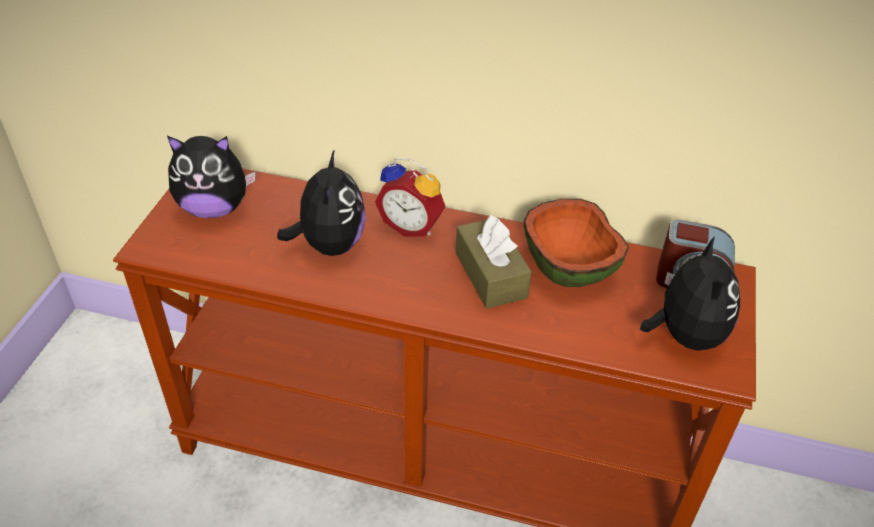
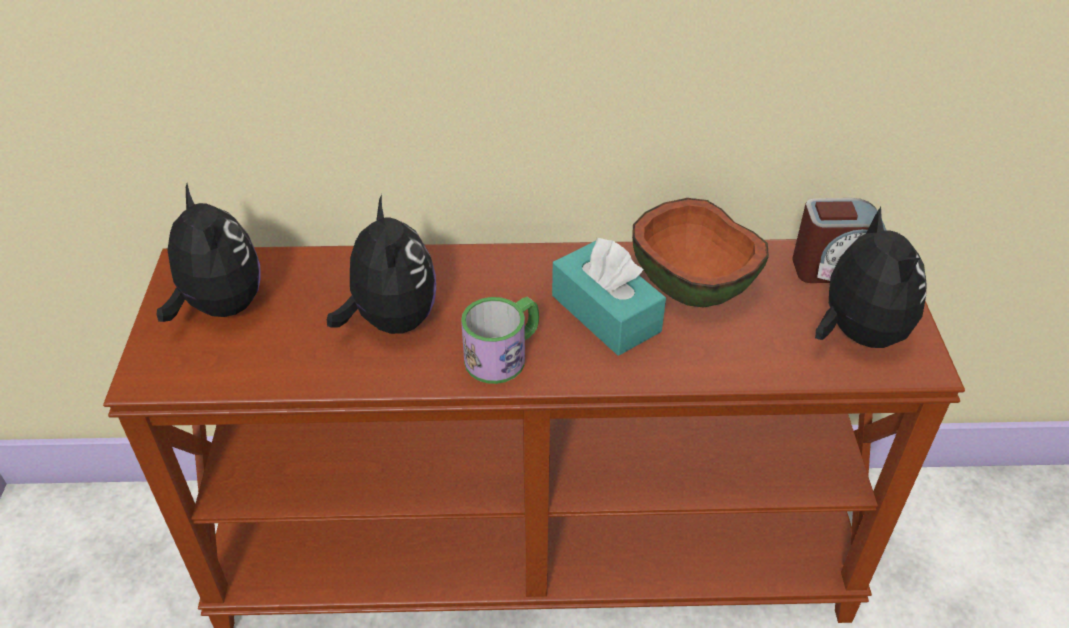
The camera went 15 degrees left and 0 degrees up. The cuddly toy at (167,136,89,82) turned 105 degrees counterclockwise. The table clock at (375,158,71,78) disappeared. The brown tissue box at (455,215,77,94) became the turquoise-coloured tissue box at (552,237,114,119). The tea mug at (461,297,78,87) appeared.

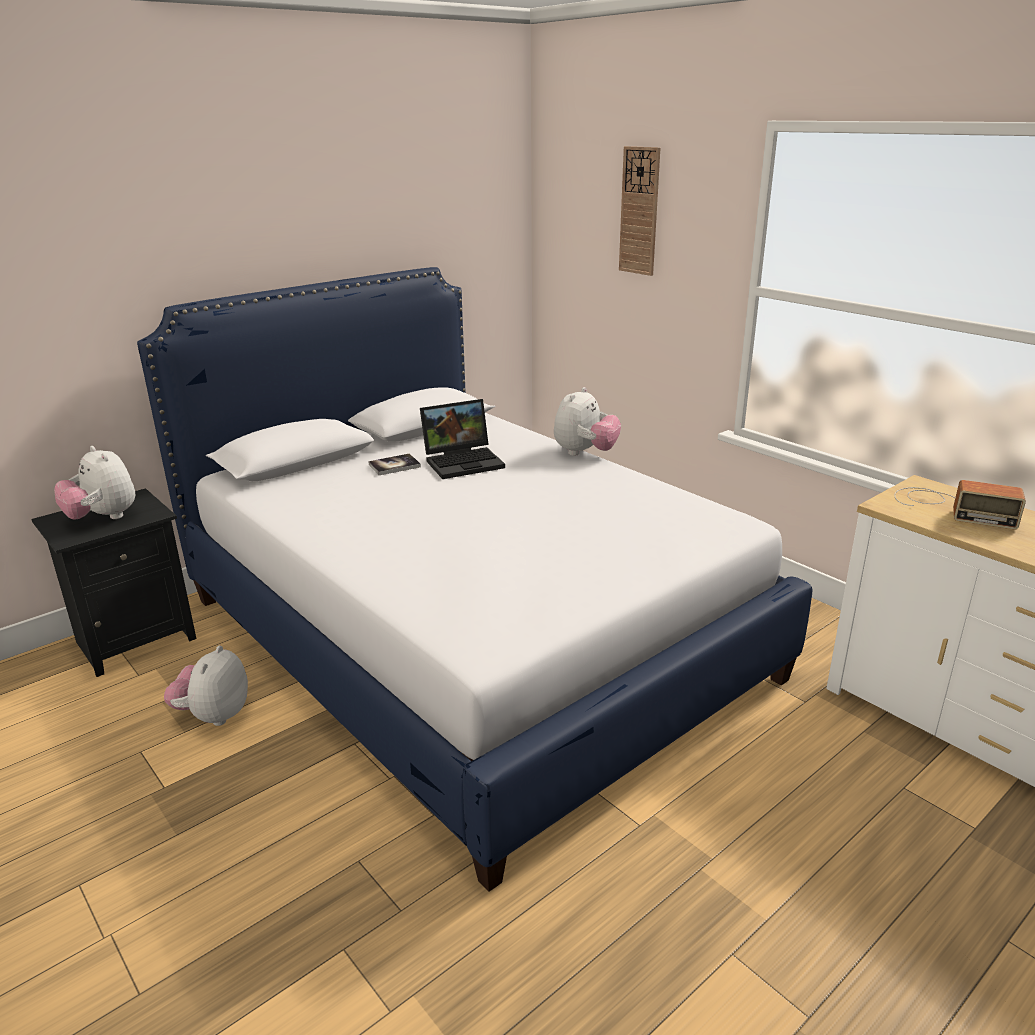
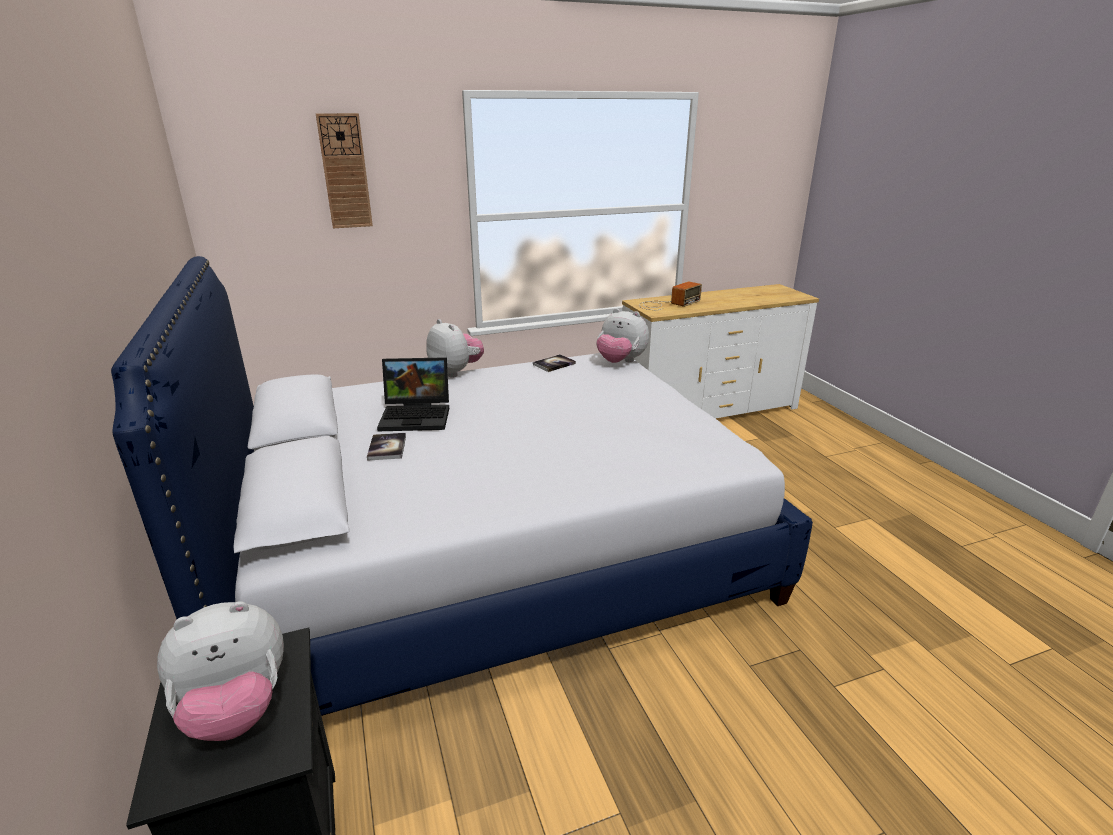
The camera went 70 degrees left and 0 degrees up. The portable computer at (420,399,85,80) turned 90 degrees clockwise. The cuddly toy moved from (164,646,84,80) to (596,308,53,55). The book at (533,354,43,18) appeared.

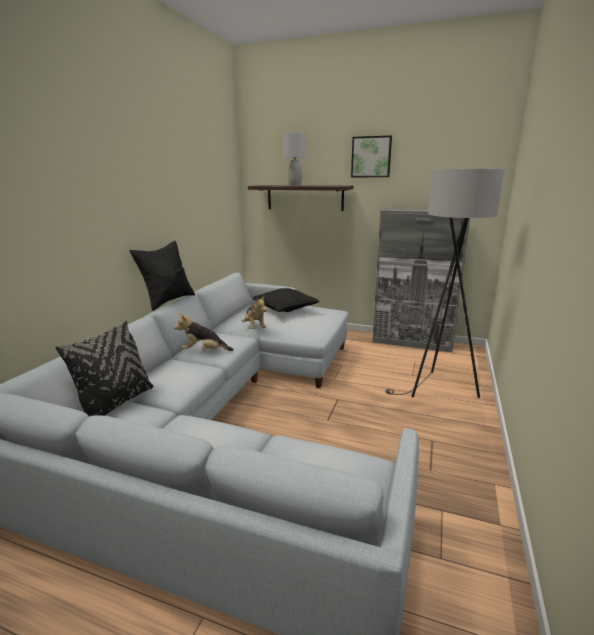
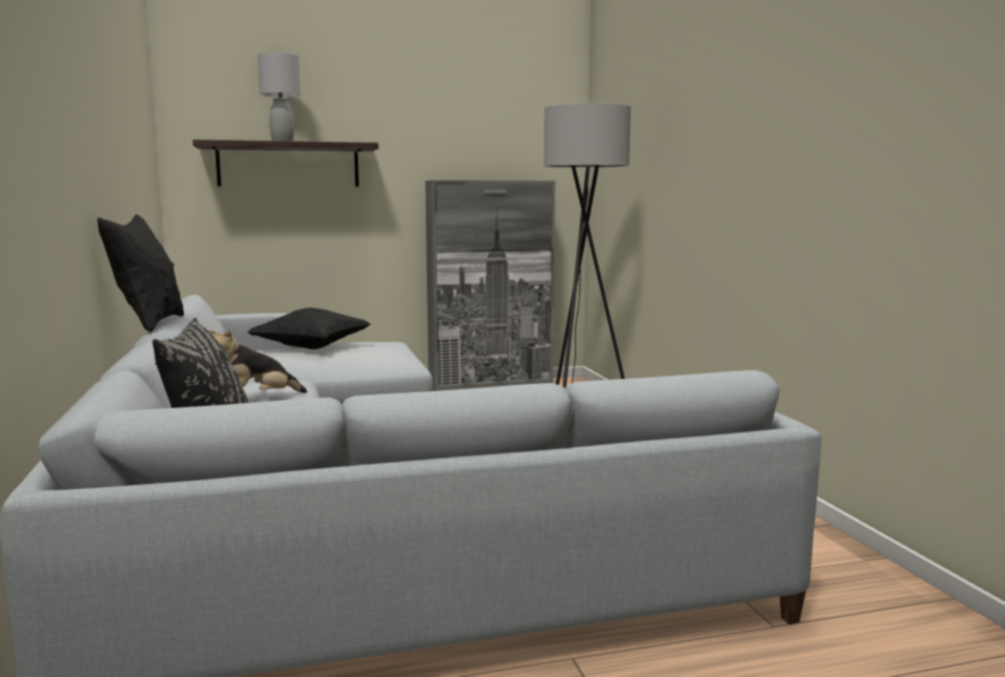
The camera went 35 degrees left and 10 degrees down. The wall art at (351,135,41,42) disappeared. The cuddly toy at (241,296,26,33) disappeared.

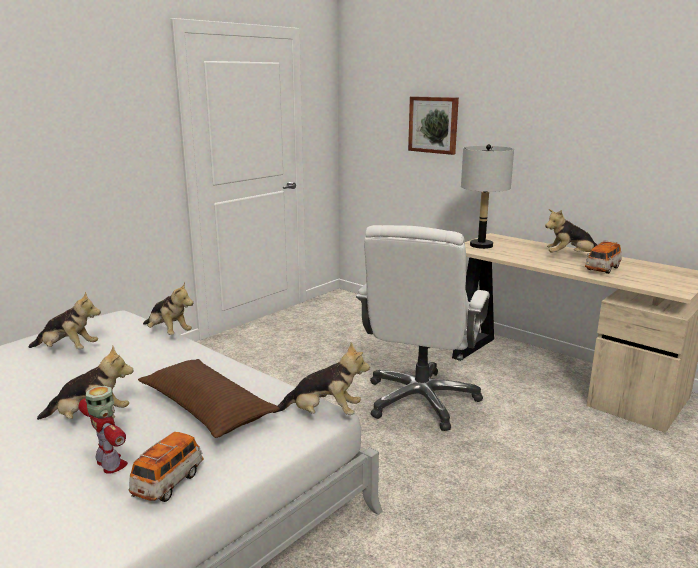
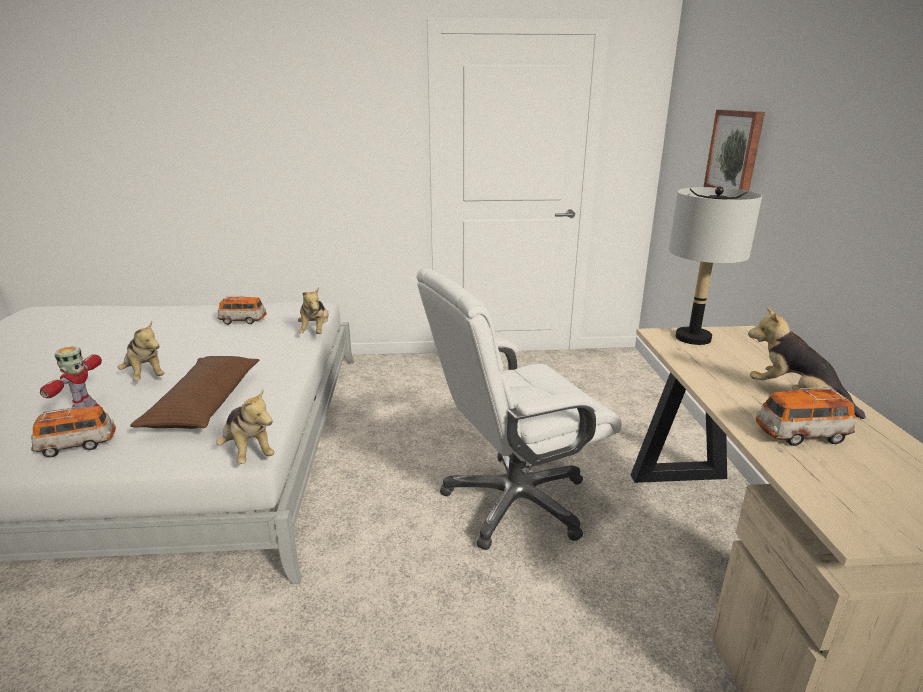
The camera went 45 degrees right and 5 degrees up. The cuddly toy at (28,291,73,58) was replaced by the miniature car at (217,296,50,29).

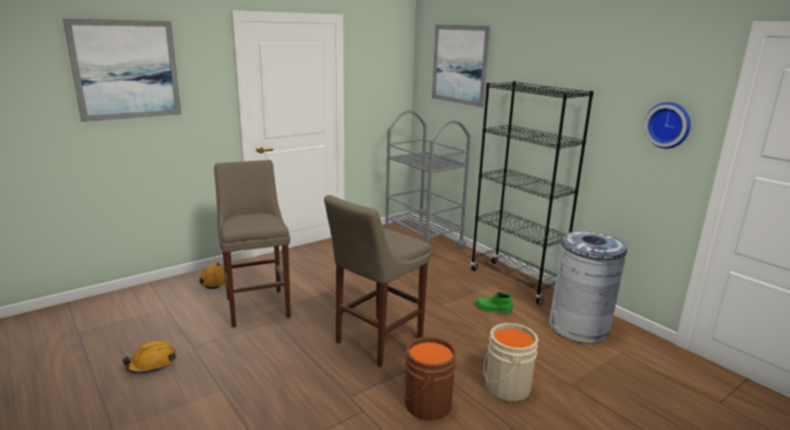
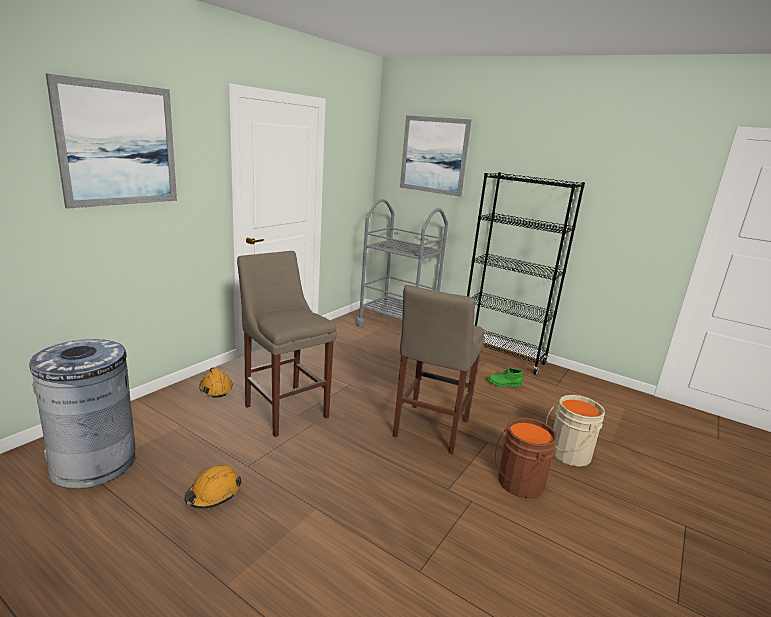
The camera went 20 degrees left and 0 degrees up. The clock on the wall at (644,102,47,47) disappeared. The greyish rubbish bin moved from (549,231,78,113) to (29,339,106,150).

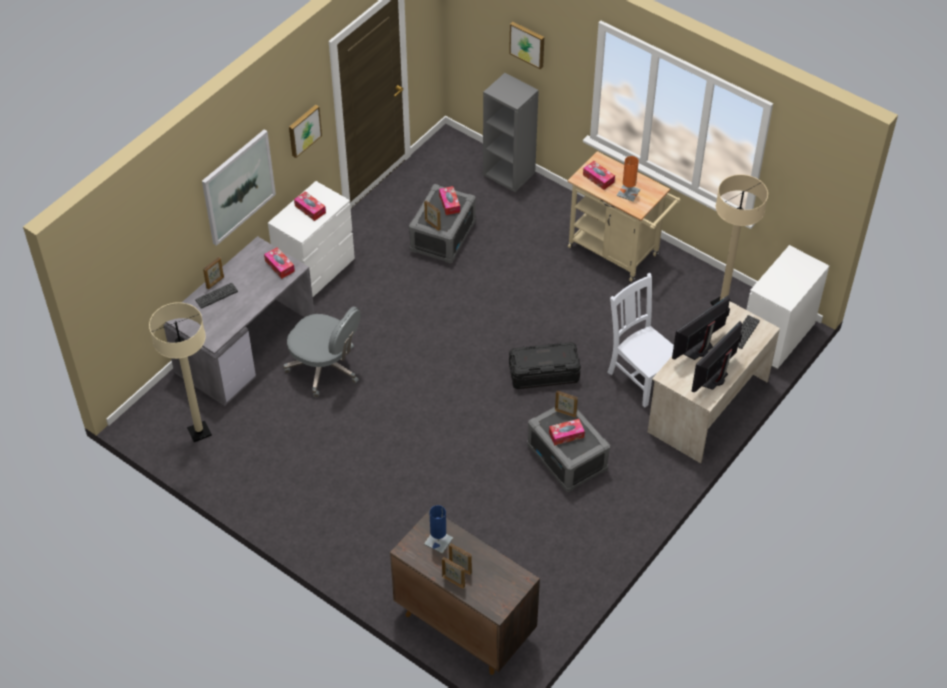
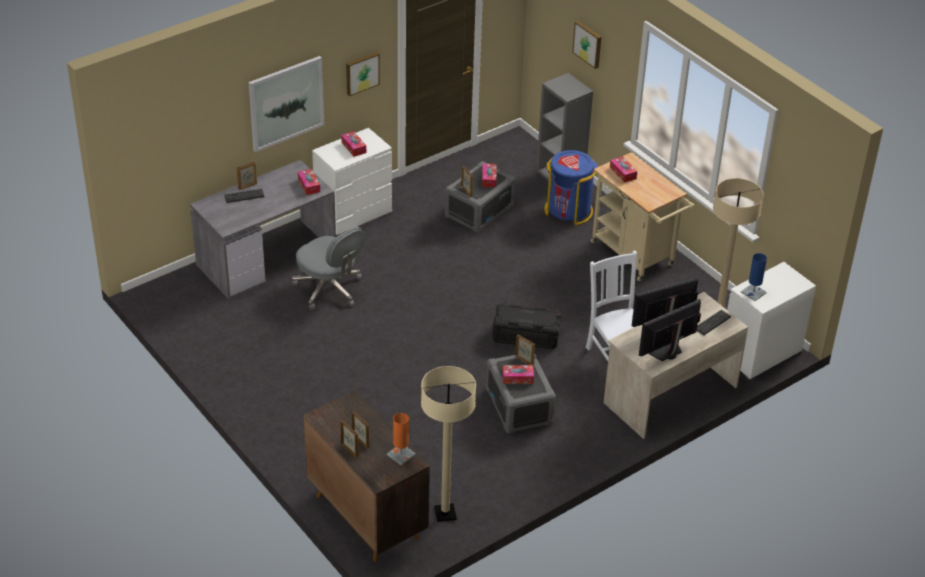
The camera went 15 degrees right and 10 degrees down. The orangey tabletop lamp moved from (617,156,23,45) to (387,413,29,52). The beige-coloured floor lamp moved from (149,302,63,140) to (421,366,55,156). The blue-coloured tabletop lamp moved from (424,505,29,49) to (741,253,26,48). The blue-coloured rubbish bin at (544,150,54,75) appeared.

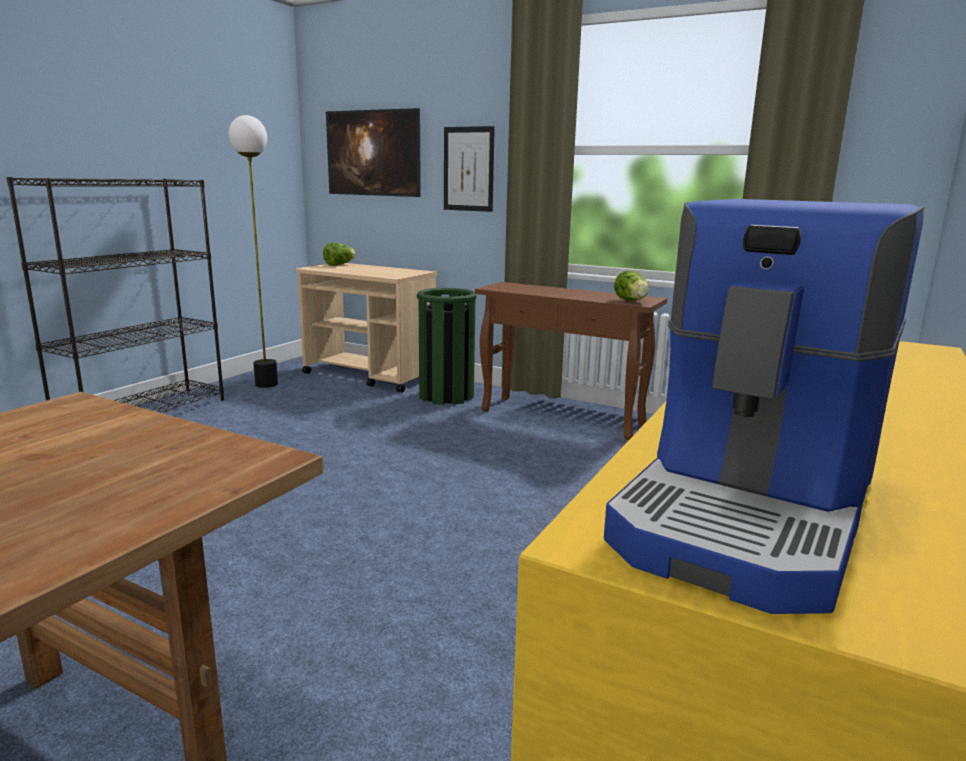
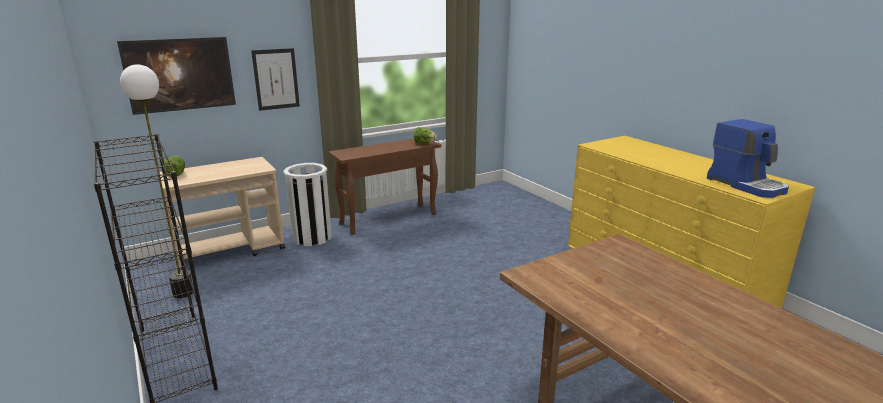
The camera went 60 degrees left and 5 degrees up. The green-coloured rubbish bin at (417,288,60,117) became the whitish rubbish bin at (283,163,49,83).

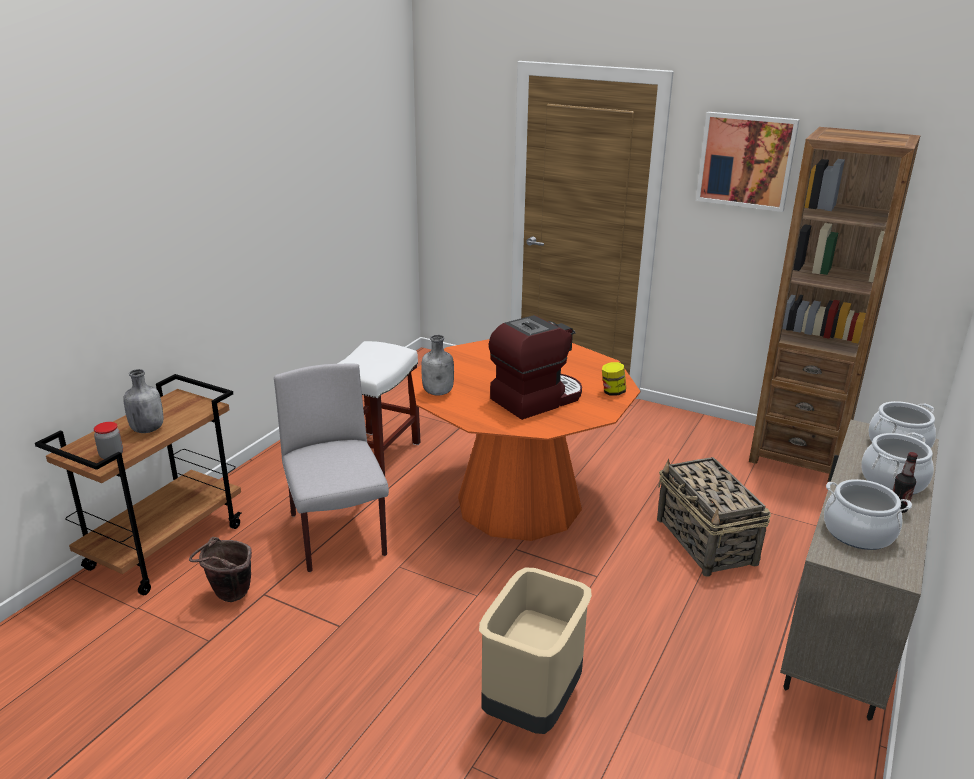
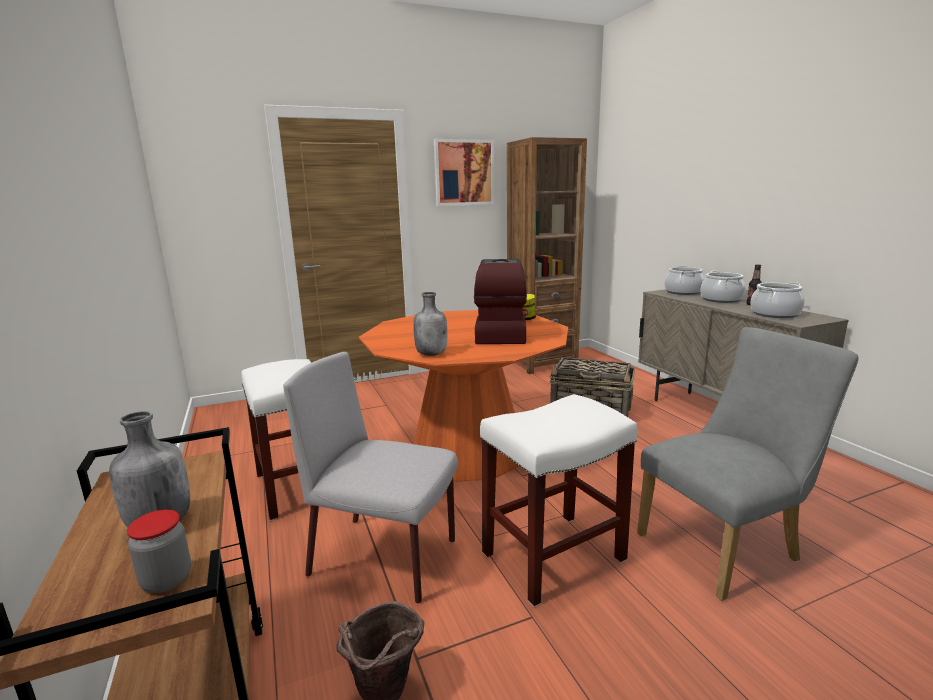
The camera went 50 degrees left and 10 degrees down. The beige-coloured rubbish bin at (479,567,113,167) was replaced by the greyish chair at (637,327,222,274). The whitish sitting stool at (480,394,157,213) appeared.

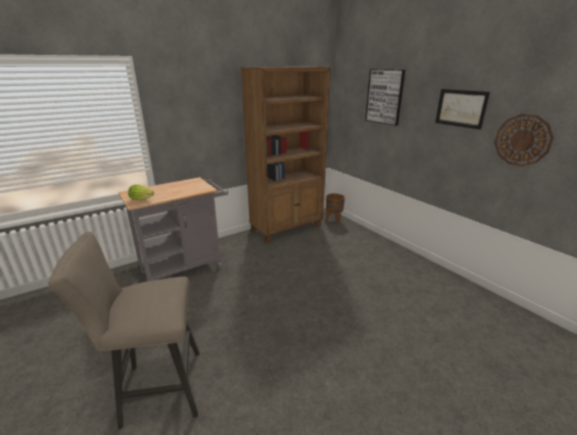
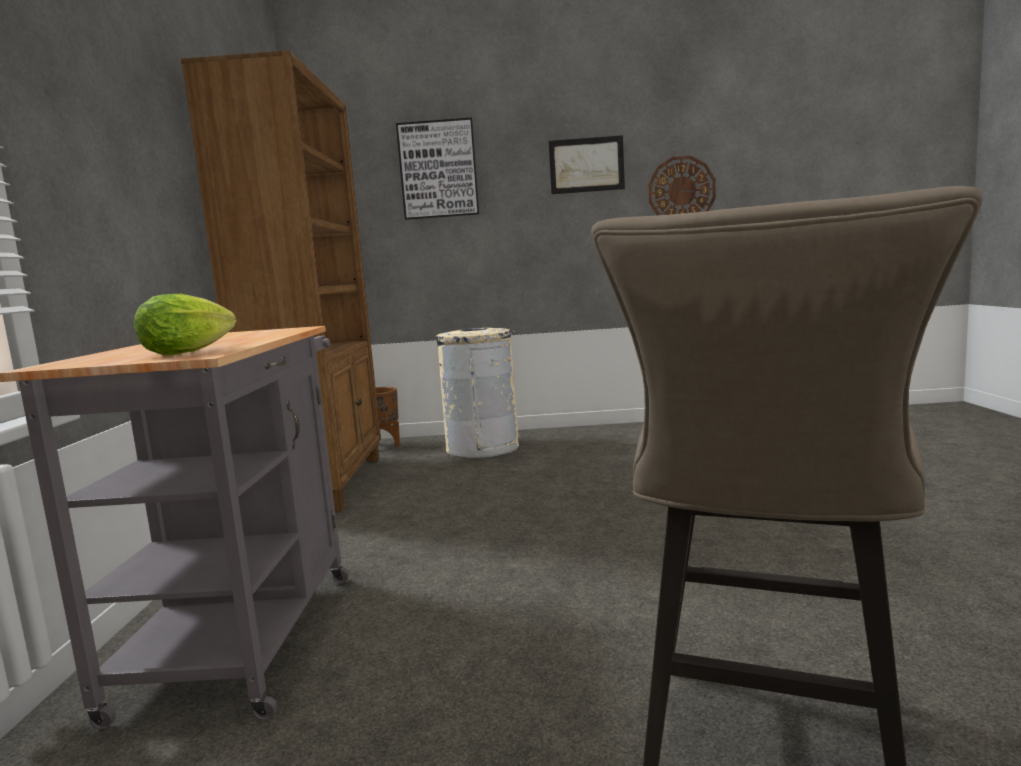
The camera went 55 degrees left and 15 degrees down. The beige-coloured rubbish bin at (436,328,83,130) appeared.

